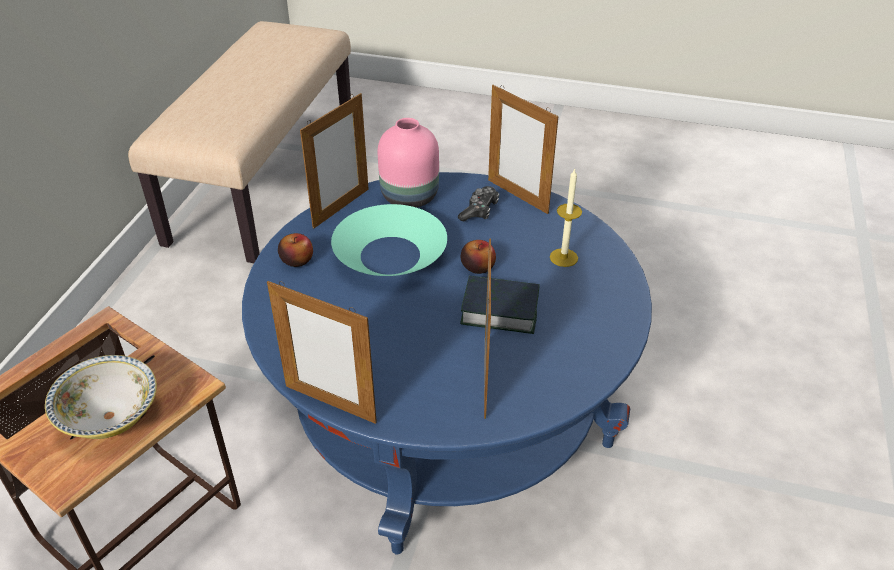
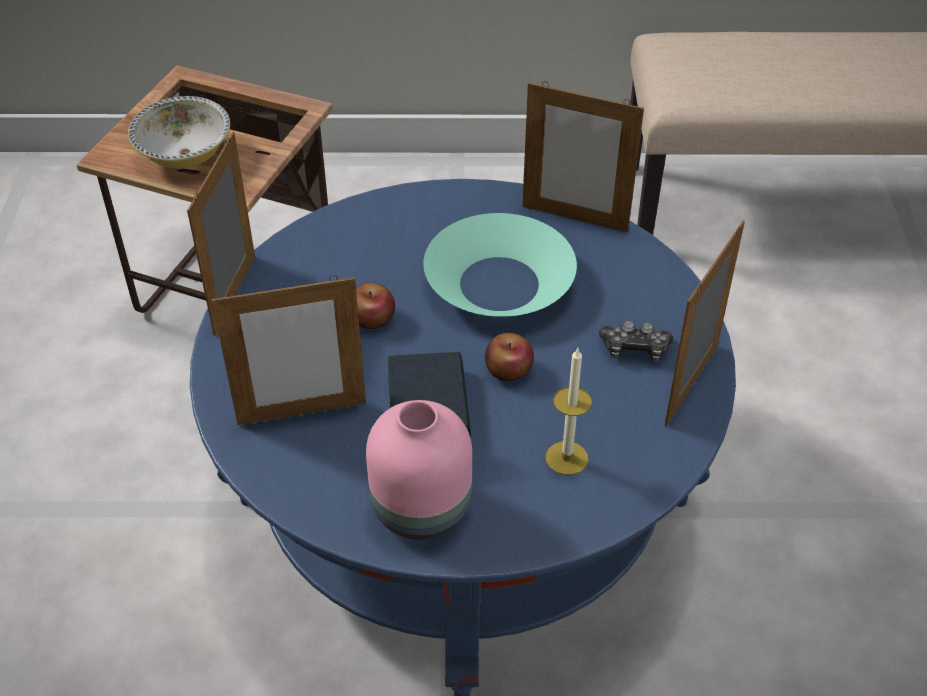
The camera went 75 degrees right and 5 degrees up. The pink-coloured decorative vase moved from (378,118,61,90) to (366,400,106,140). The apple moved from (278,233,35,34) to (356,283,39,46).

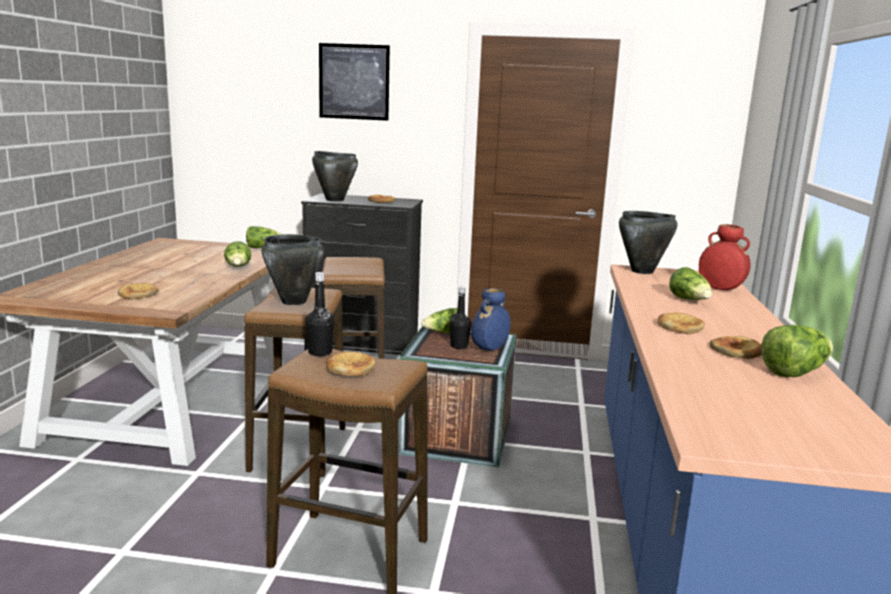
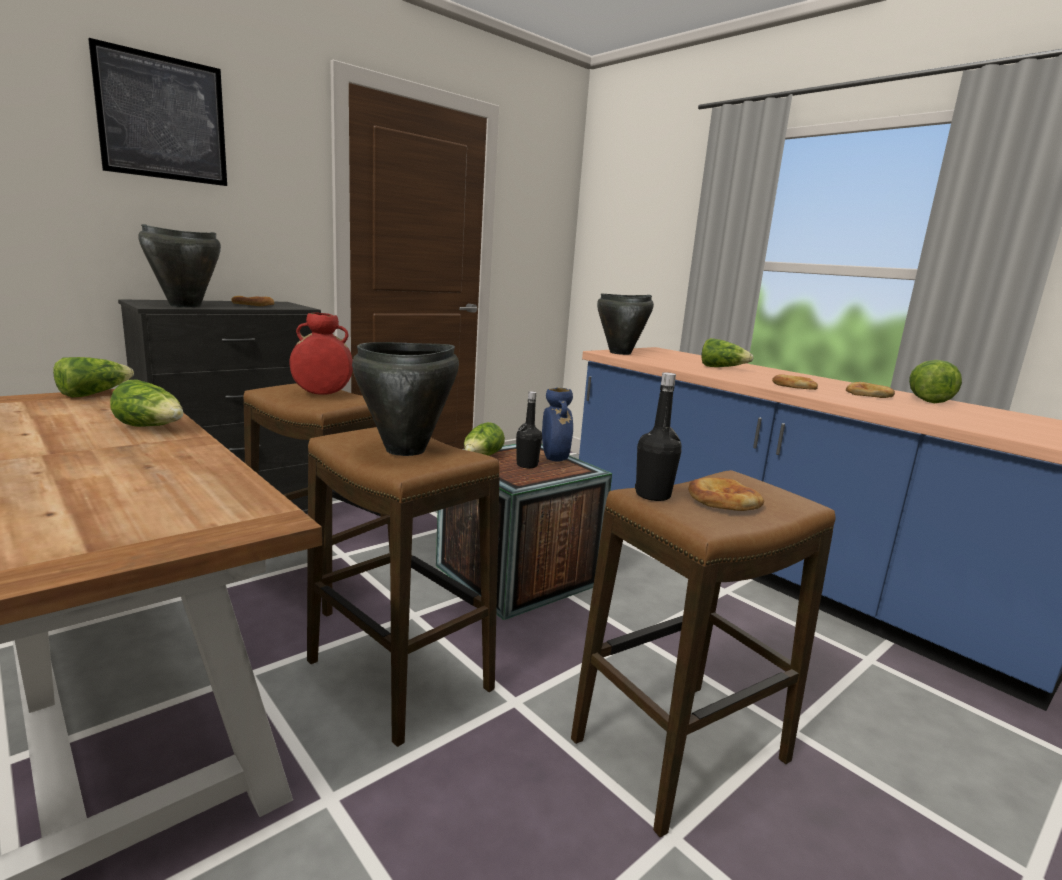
The camera went 50 degrees left and 0 degrees up. The red decorative vase moved from (699,224,52,66) to (289,312,64,83). The baked bread at (118,283,41,16) disappeared.

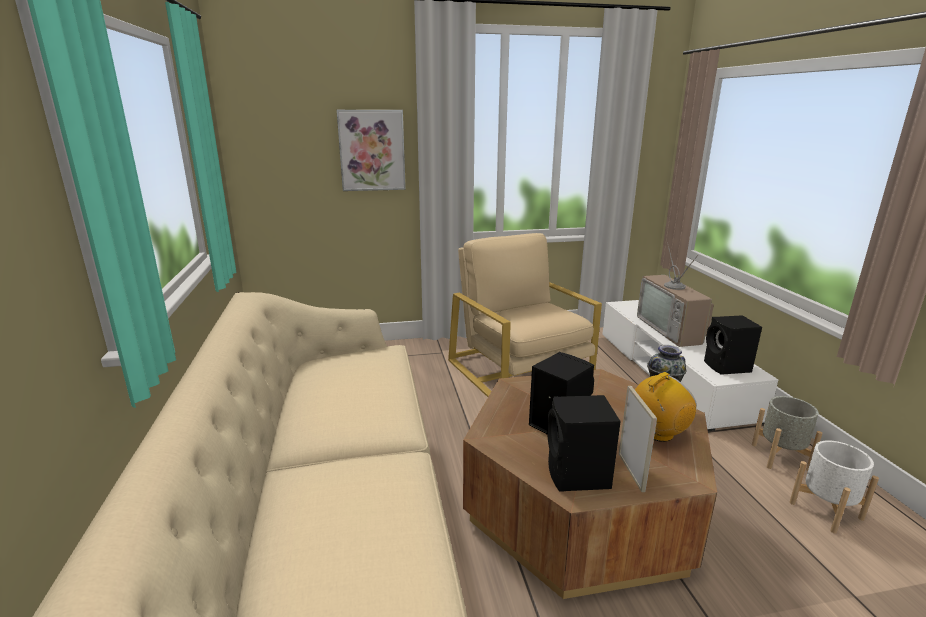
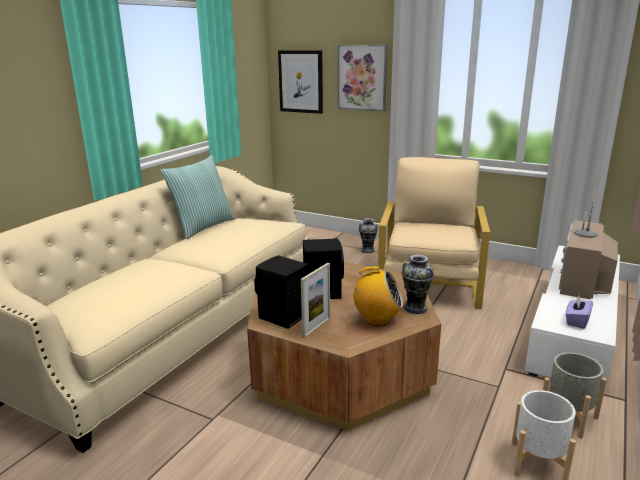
The camera went 40 degrees right and 0 degrees up. The black speaker at (704,315,58,60) was replaced by the purple-coloured tissue box at (566,295,27,34). The wall art at (278,50,45,64) appeared. The pillow at (160,155,76,84) appeared. The decorative vase at (359,218,19,35) appeared.

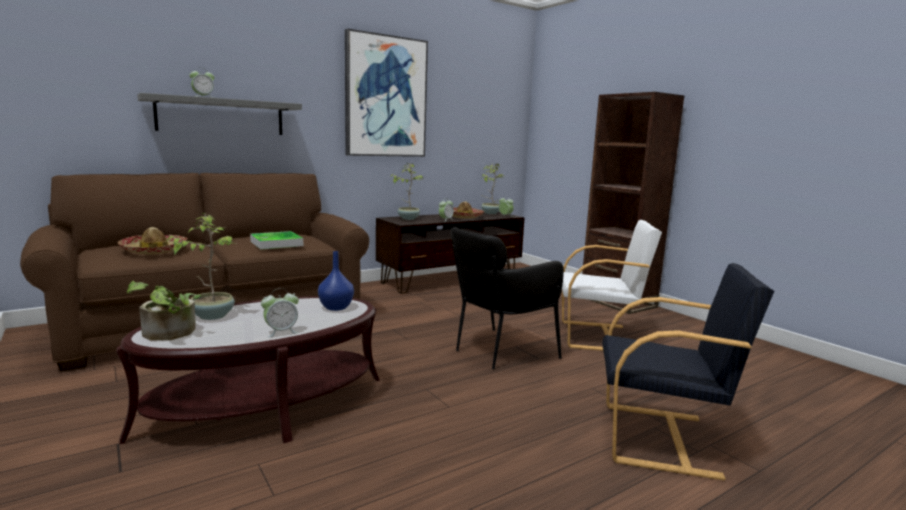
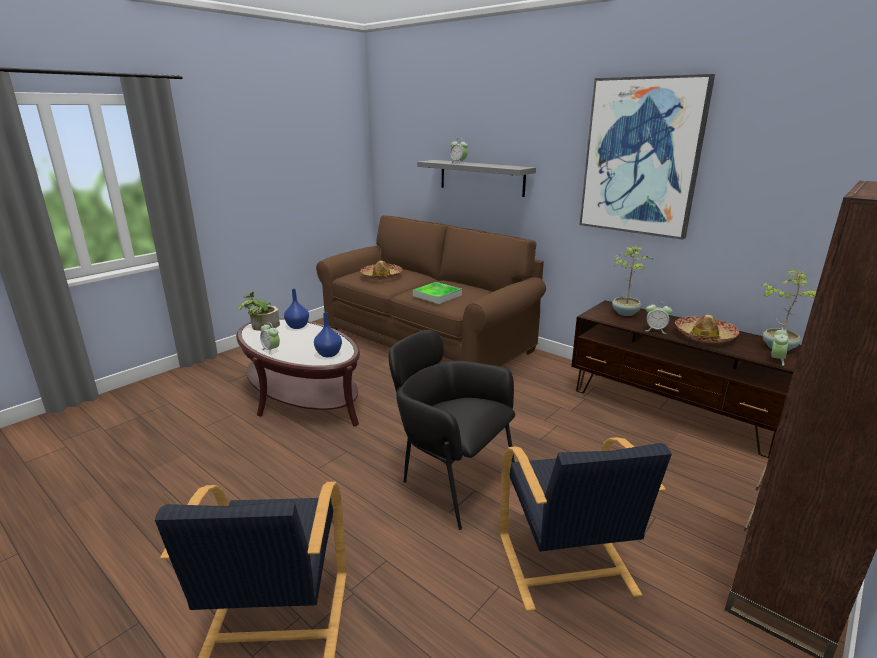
The camera went 75 degrees right and 10 degrees up. The houseplant at (167,213,69,107) was replaced by the blue-coloured decorative vase at (284,289,25,40). The whitish easy chair at (562,220,100,131) became the black easy chair at (500,437,172,174).

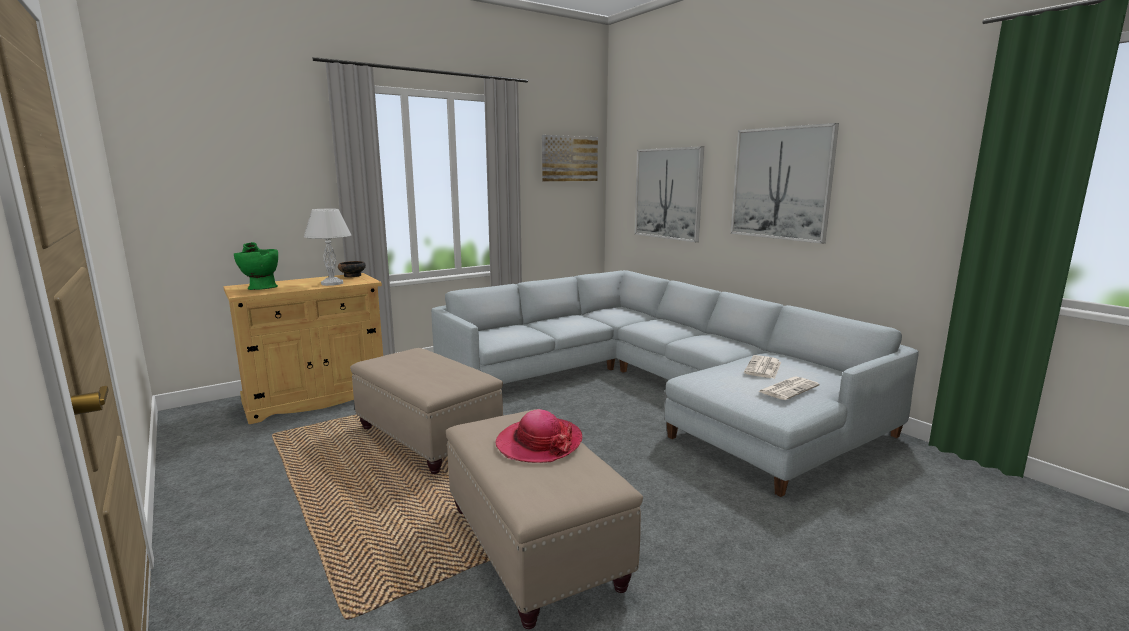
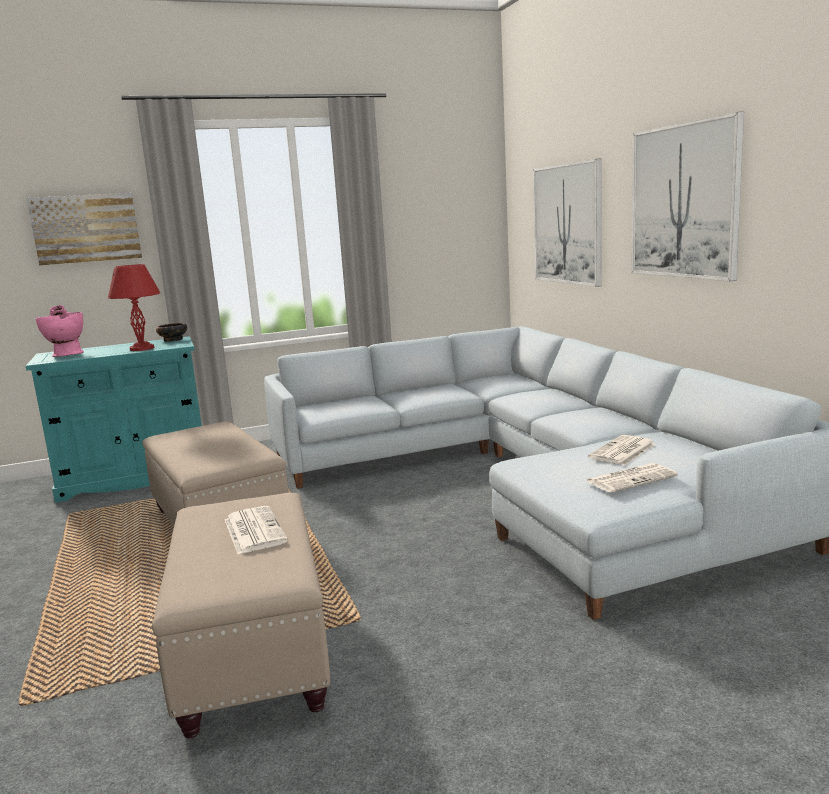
The camera went 15 degrees right and 0 degrees up. The wall art moved from (542,135,56,47) to (27,193,115,73). The whitish tabletop lamp at (304,209,47,77) became the red tabletop lamp at (108,264,52,87). The green-coloured decorative vase at (234,242,44,48) became the pink-coloured decorative vase at (36,305,48,52). The beige-coloured cabinet at (223,273,160,151) became the turquoise-coloured cabinet at (26,336,176,167). The clothing hat at (495,409,87,54) was replaced by the printed paper at (225,506,63,48).

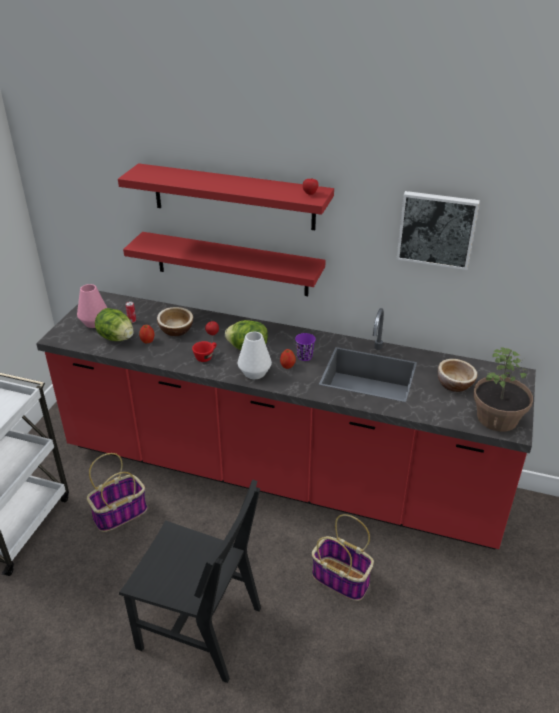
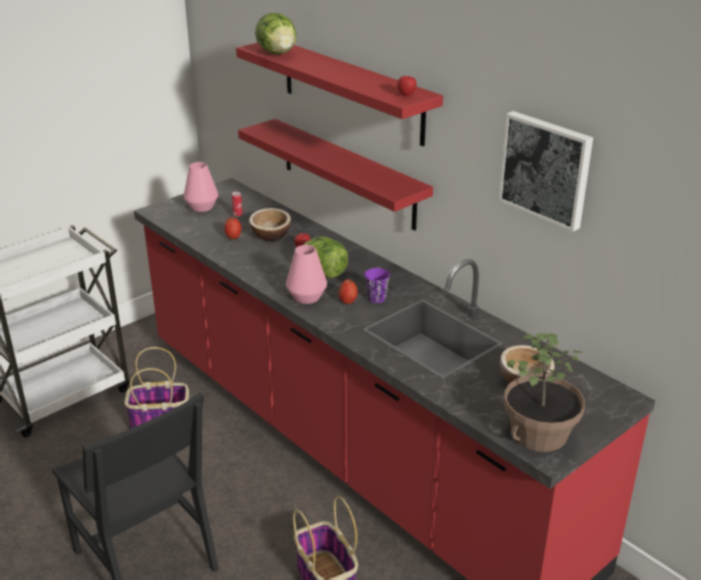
The camera went 30 degrees right and 5 degrees down. The head of lettuce moved from (95,308,39,33) to (255,13,42,41). The whitish decorative vase at (238,332,34,47) became the pink-coloured decorative vase at (286,245,41,59). The red small cup at (192,341,24,21) disappeared.

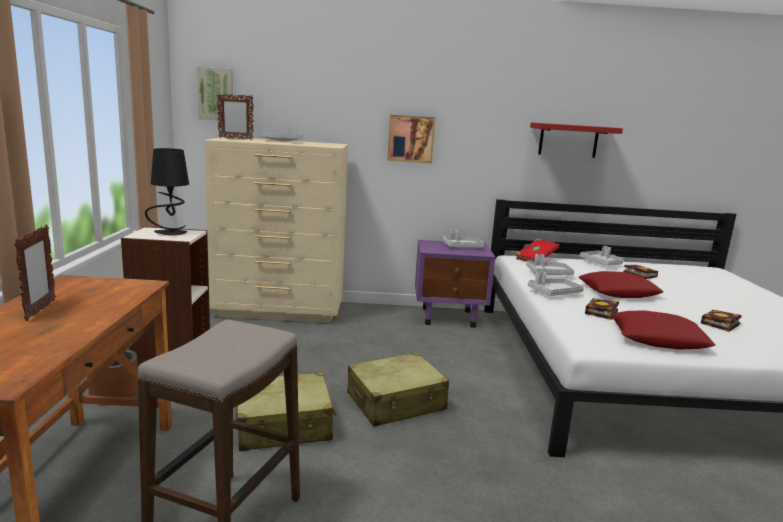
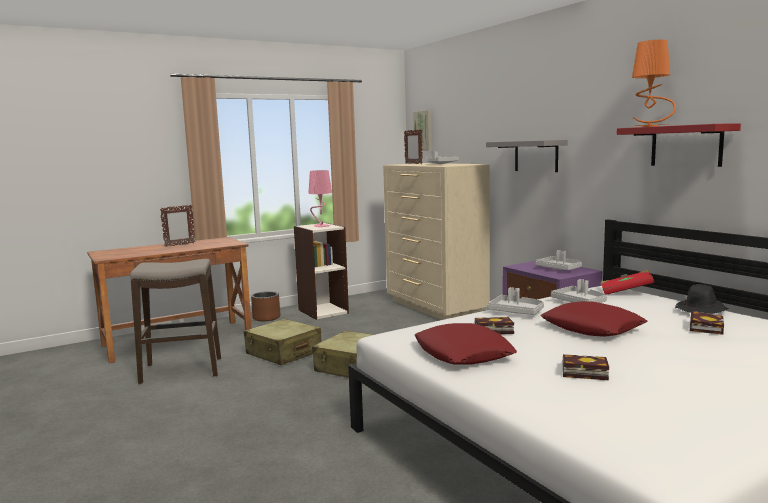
The camera went 60 degrees right and 5 degrees down. The wall art at (388,115,47,48) was replaced by the greyish bracket shelf at (486,140,82,32). The black tabletop lamp at (145,148,44,87) became the pink-coloured tabletop lamp at (308,170,24,57). The greyish carrying tray at (580,246,43,20) was replaced by the black clothing hat at (675,284,54,30). The orangey tabletop lamp at (632,40,44,87) appeared.

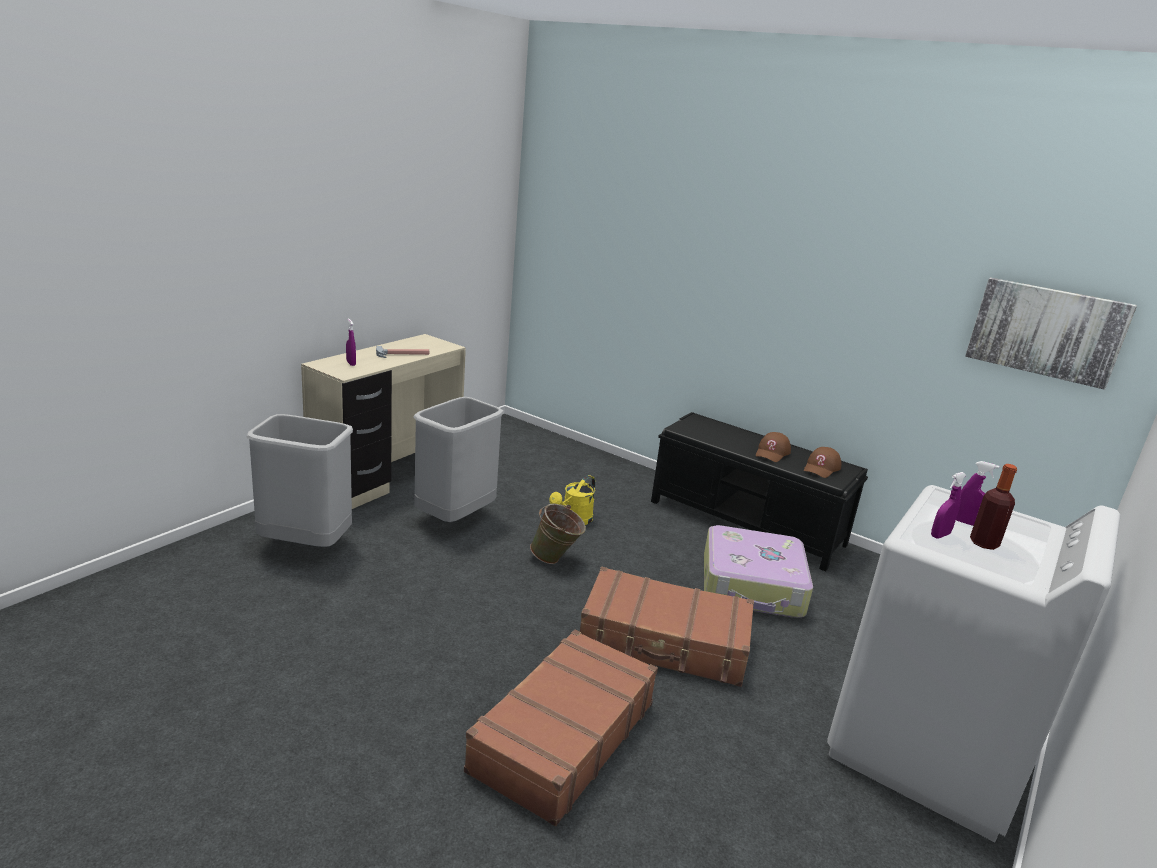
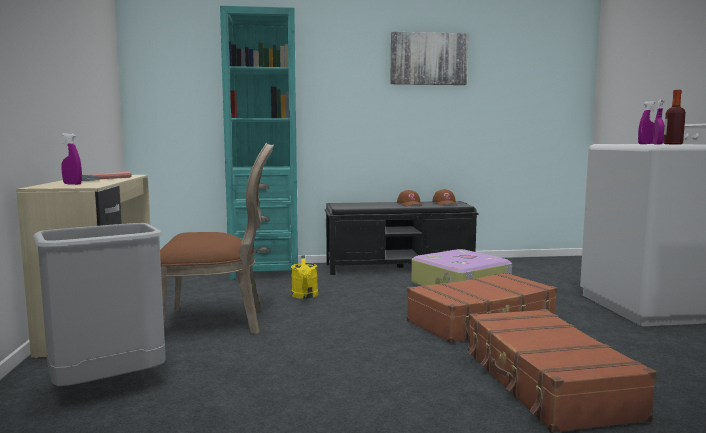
The camera went 40 degrees left and 15 degrees down. The wall art moved from (965,278,172,112) to (390,32,78,53). The greyish rubbish bin at (414,397,90,125) was replaced by the brown chair at (160,143,114,191). The green-coloured water bucket at (530,504,56,60) disappeared. The turquoise-coloured shelving unit at (220,6,78,274) appeared.

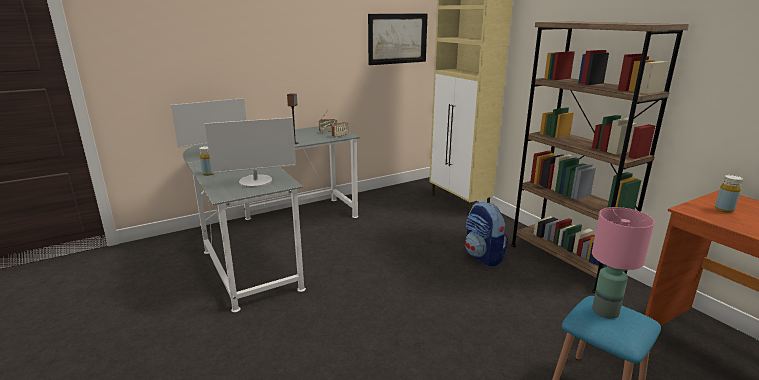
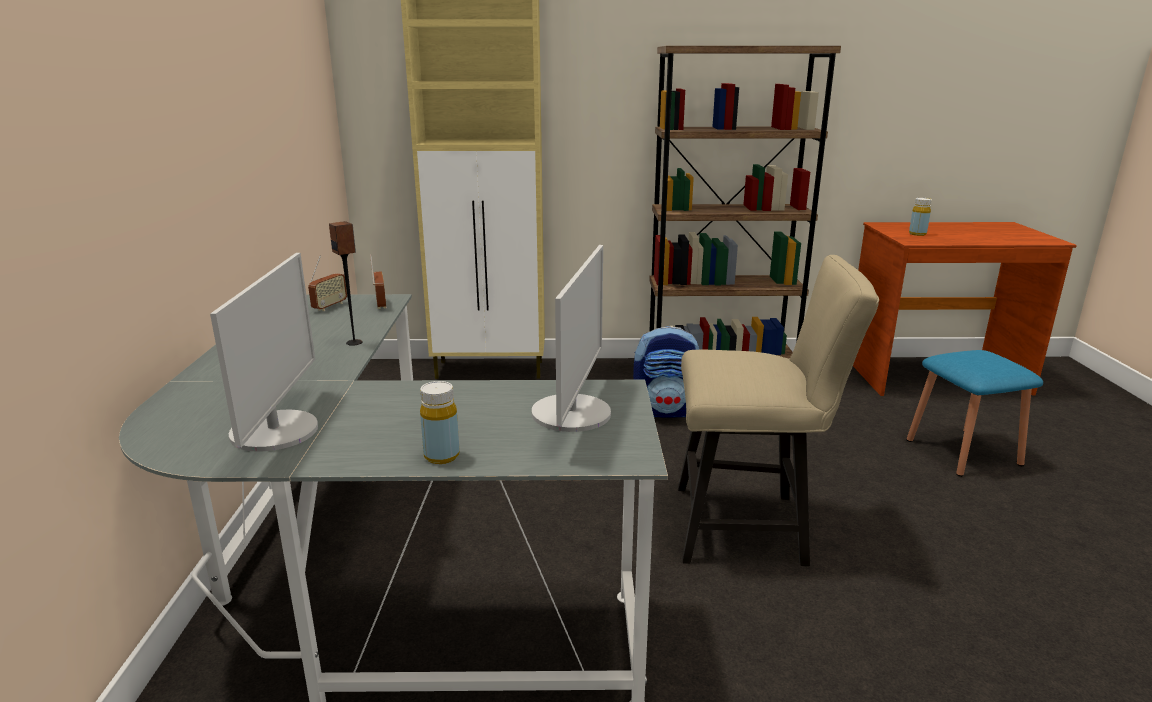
The camera went 60 degrees left and 0 degrees up. The wall art at (368,14,60,51) disappeared. The pink-coloured tabletop lamp at (592,207,62,112) disappeared. The beige-coloured chair at (678,255,201,311) appeared.

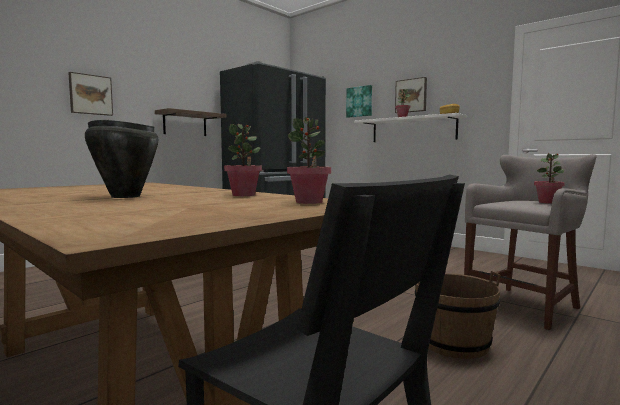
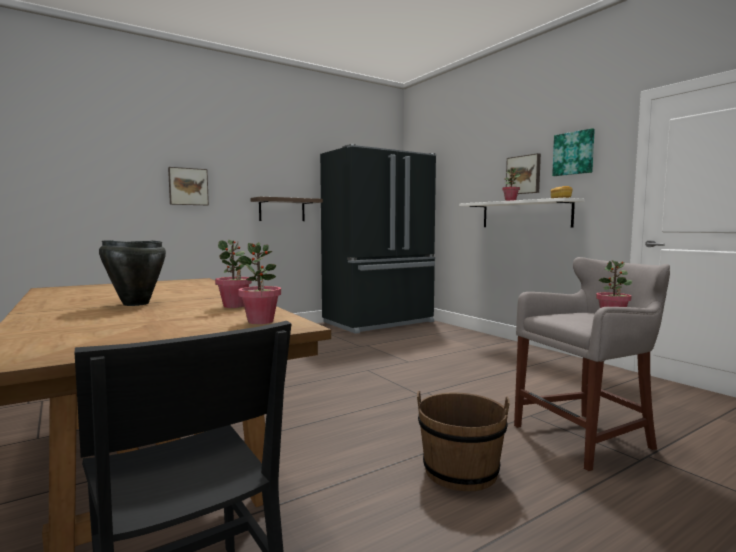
The camera went 15 degrees right and 0 degrees up. The wall art moved from (346,85,26,33) to (552,128,43,48).

